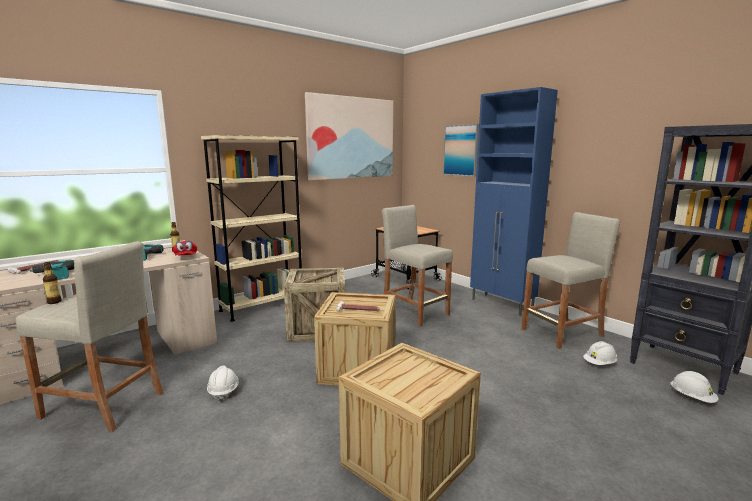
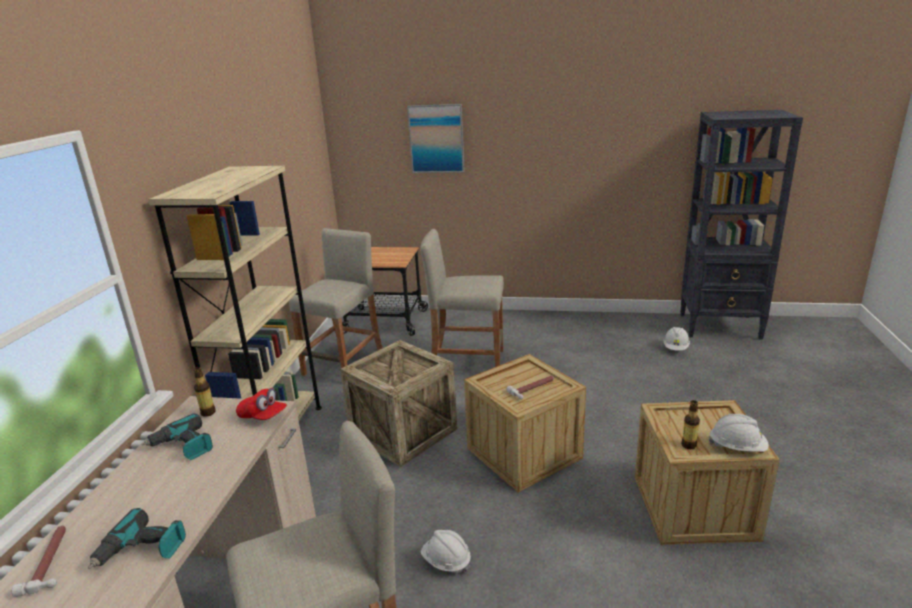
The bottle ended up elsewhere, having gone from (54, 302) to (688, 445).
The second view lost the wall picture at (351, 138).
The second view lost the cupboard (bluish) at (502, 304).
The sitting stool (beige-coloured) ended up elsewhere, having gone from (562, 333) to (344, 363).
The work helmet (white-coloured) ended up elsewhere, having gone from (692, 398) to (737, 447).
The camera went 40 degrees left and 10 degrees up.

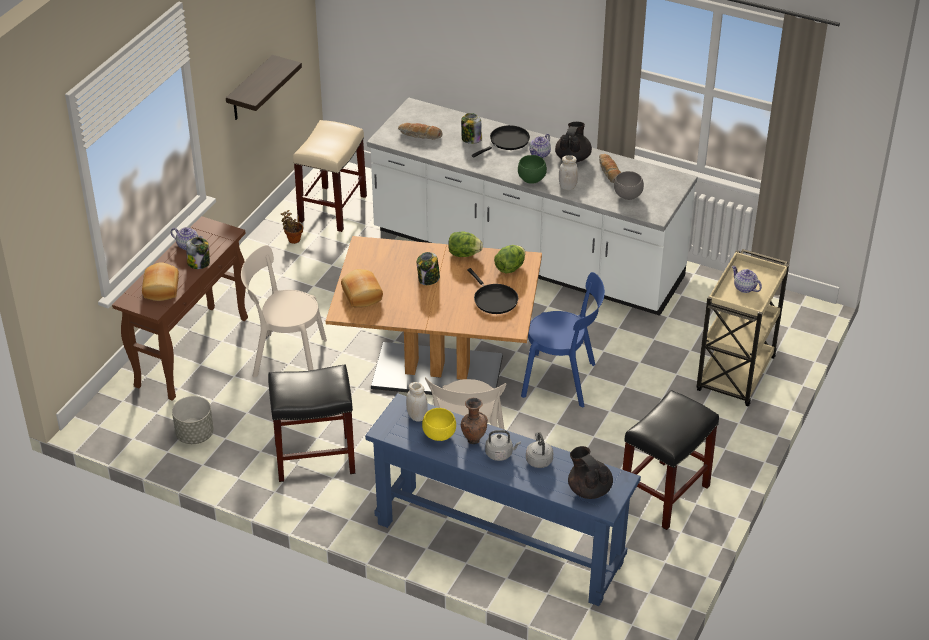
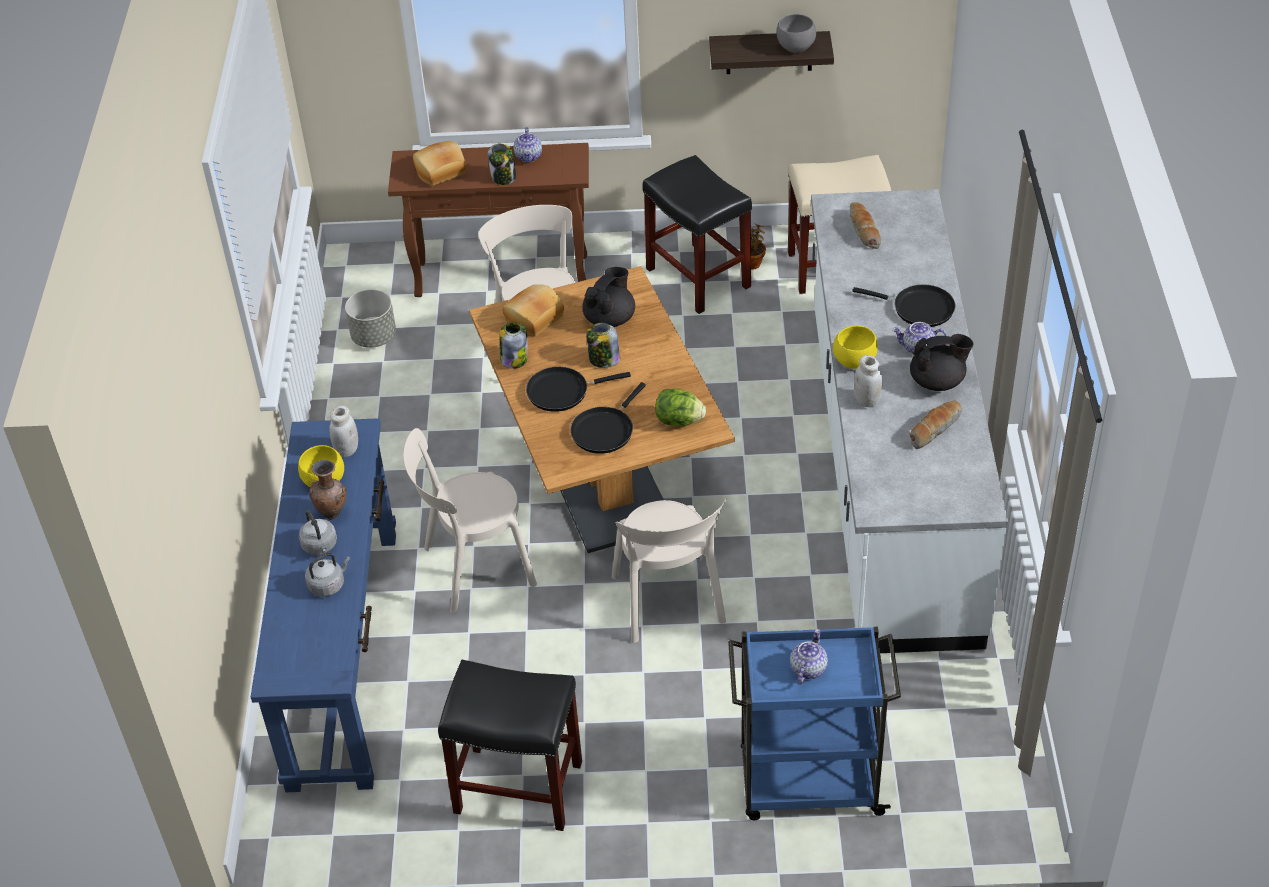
The sitting stool (black-coloured) ended up elsewhere, having gone from (314, 458) to (697, 277).
The second view lost the lettuce at (464, 254).
The preserve jar ended up elsewhere, having gone from (471, 139) to (514, 359).
What was the bowl (green) at (531, 180) turned into the bowl (yellow-coloured) at (853, 361).
What was the upright chair (bluish) at (563, 381) turned into the upright chair (beige-coloured) at (669, 603).
The pot for tea (black-coloured) ended up elsewhere, having gone from (589, 489) to (610, 318).
The bowl (grey) ended up elsewhere, having gone from (628, 196) to (795, 48).
What was the cart (beige-coloured) at (735, 375) turned into the cart (bluish) at (807, 783).
The second view gained the skillet (black-coloured) at (562, 391).
The camera went 65 degrees right and 5 degrees up.

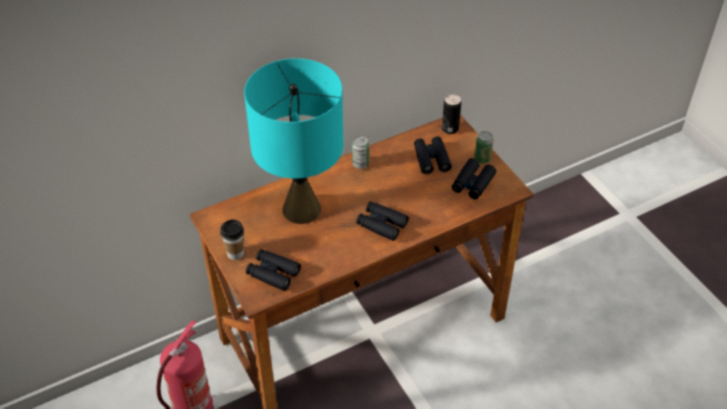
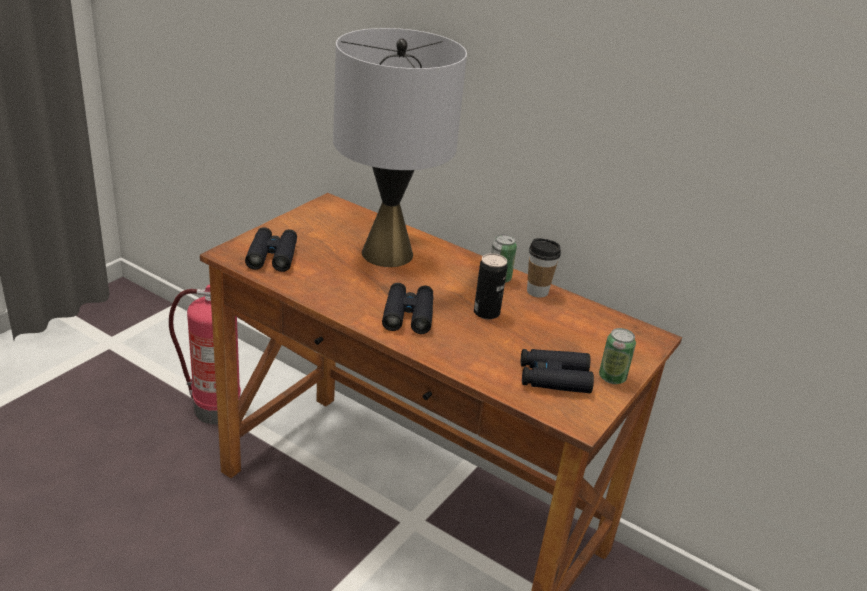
The small cup ended up elsewhere, having gone from (235, 254) to (537, 291).
What was the lamp for a table (turquoise) at (301, 209) turned into the lamp for a table (grey) at (387, 253).
The second view lost the field glasses (black-coloured) at (431, 159).
The metal can ended up elsewhere, having gone from (450, 129) to (486, 313).
The camera went 60 degrees right and 15 degrees down.

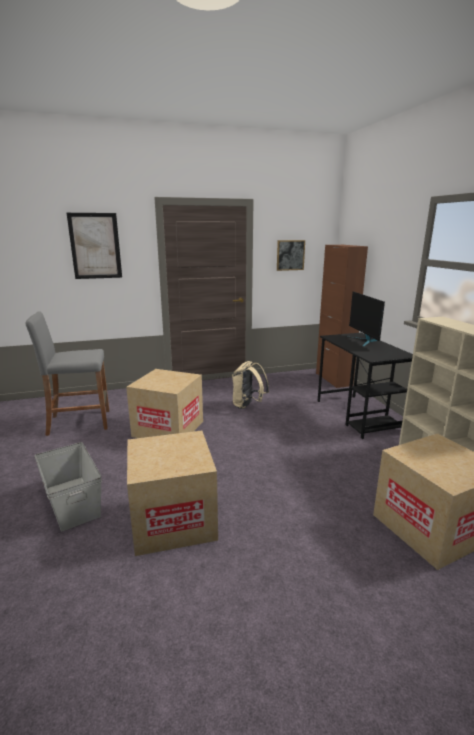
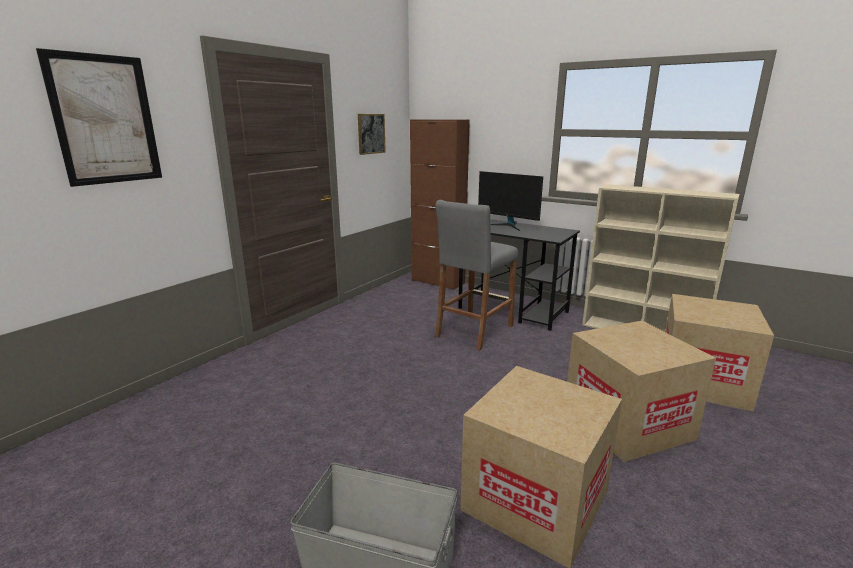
The sitting stool (grey) ended up elsewhere, having gone from (79, 422) to (474, 331).
The packing box ended up elsewhere, having gone from (168, 429) to (627, 423).
The second view lost the rucksack (beige-coloured) at (248, 405).
The camera went 40 degrees left and 0 degrees up.

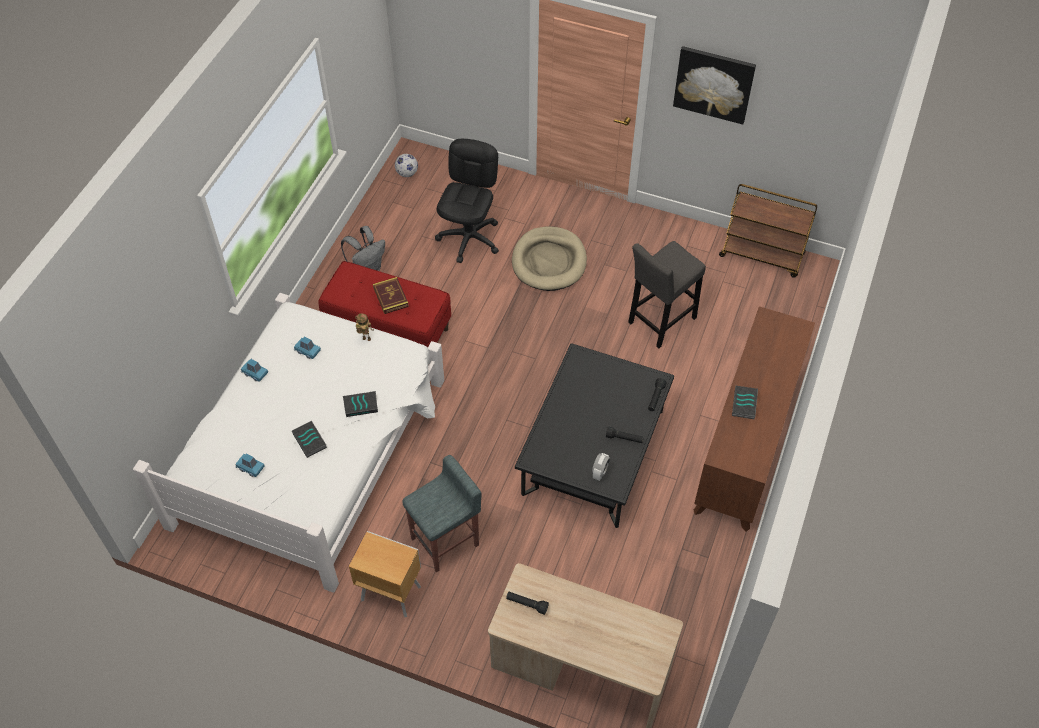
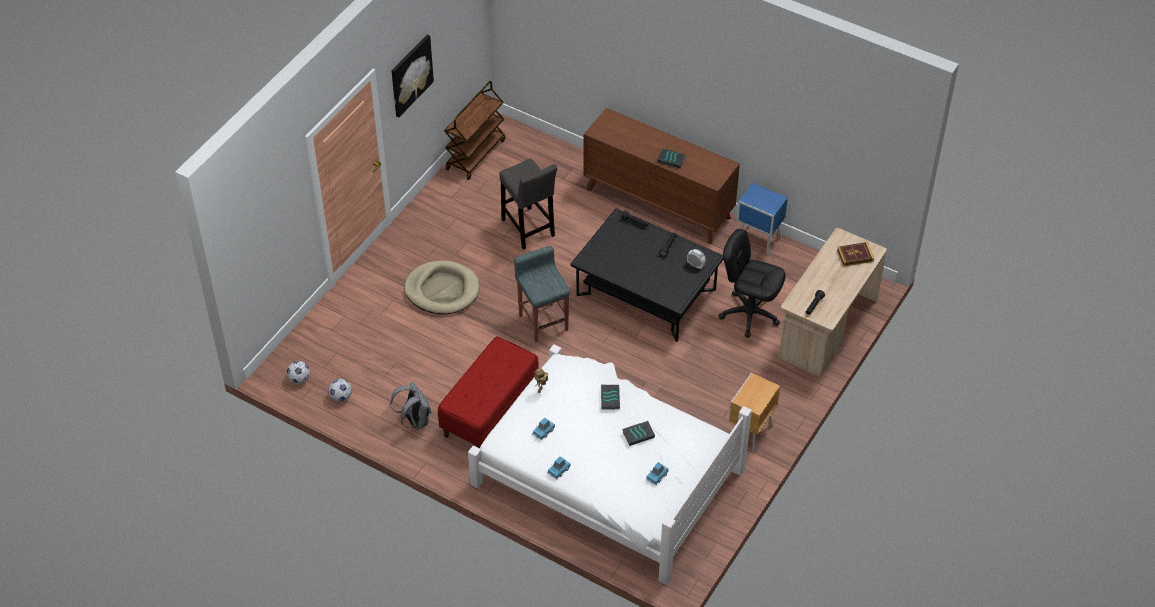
The book ended up elsewhere, having gone from (391, 297) to (855, 255).
The sitting stool (grey) ended up elsewhere, having gone from (446, 541) to (543, 322).
The computer chair (black-coloured) ended up elsewhere, having gone from (469, 238) to (749, 314).
The second view gained the football ball at (341, 397).
The second view gained the bedside table (bluish) at (759, 240).
The camera went 80 degrees left and 5 degrees down.

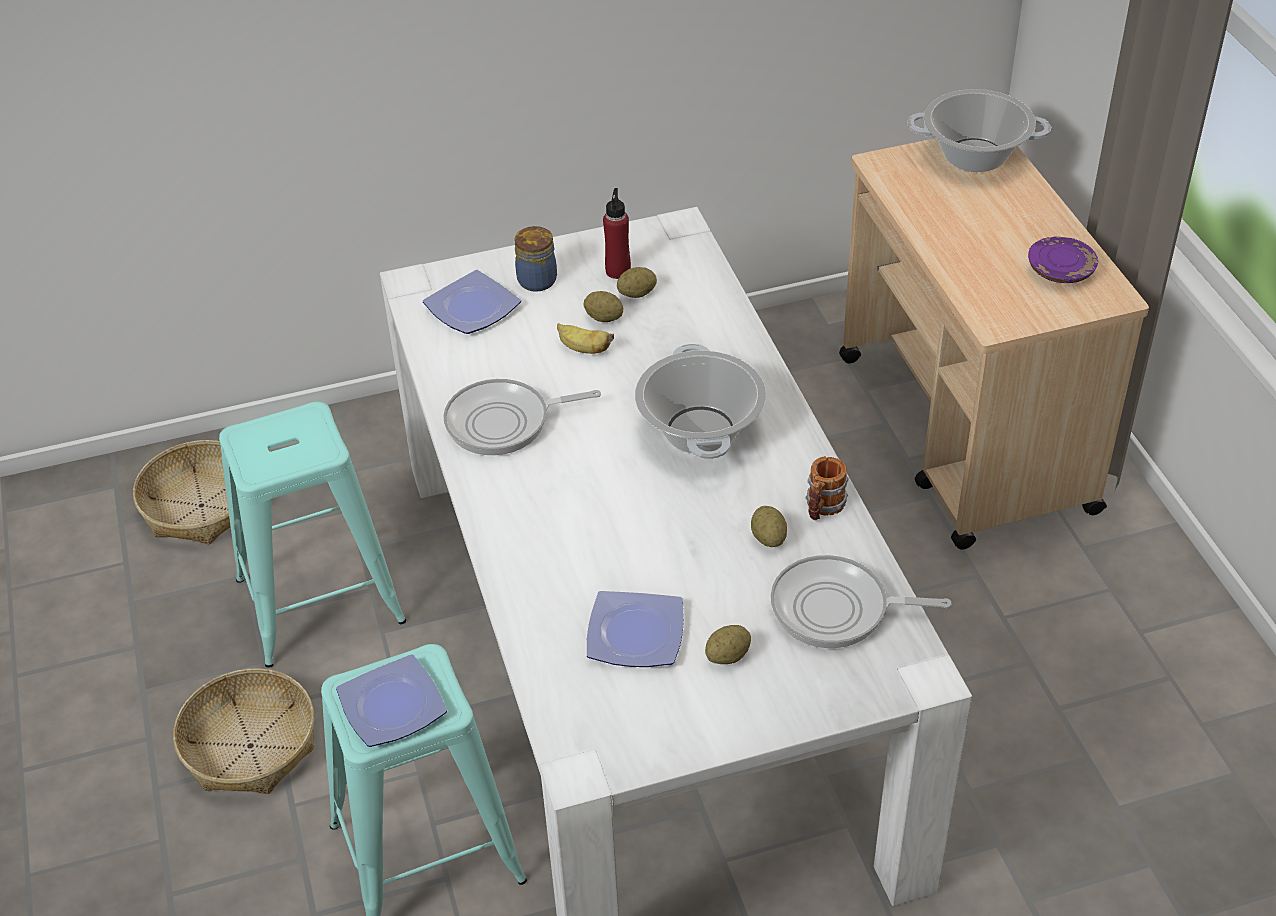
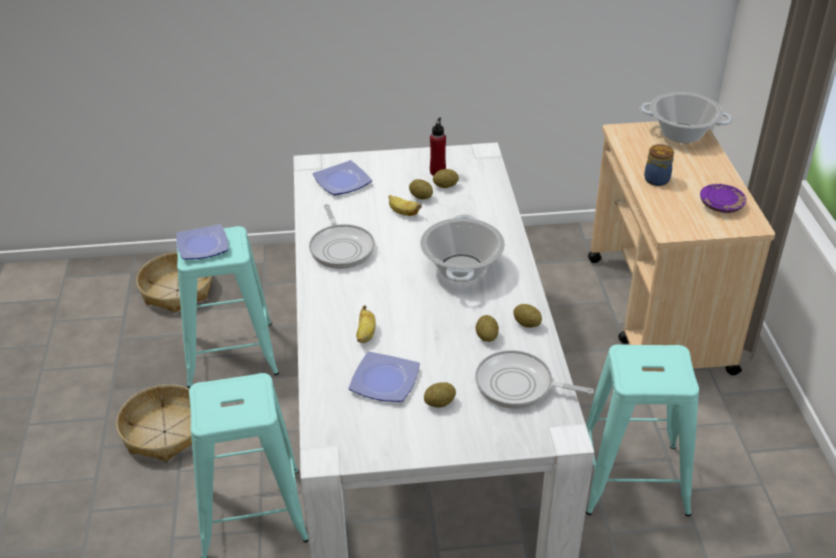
The flat dish ended up elsewhere, having gone from (390, 706) to (202, 245).
The skillet at (504, 422) ended up facing another way, 105 degrees counterclockwise from before.
The preserve jar ended up elsewhere, having gone from (537, 279) to (656, 179).
Where the mug stood at (822, 508), the whole potato came to stand at (526, 324).
The second view gained the banana at (365, 334).
The second view gained the sitting stool (turquoise) at (632, 479).
The camera went 10 degrees right and 5 degrees down.

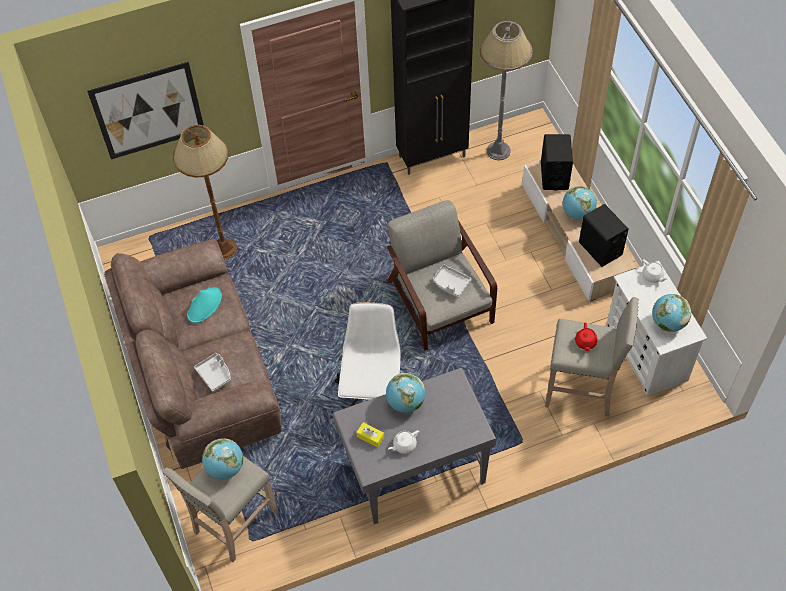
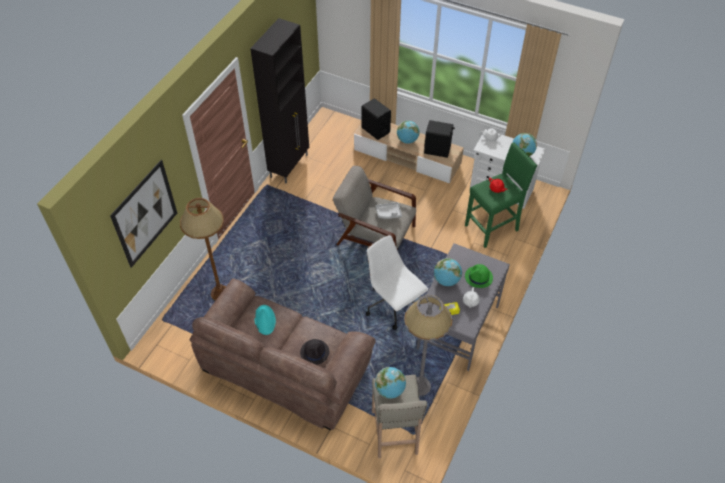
Where the tray (grey) stood at (215, 374), the wearable hat (black-coloured) came to stand at (315, 352).
The floor lamp (grey) ended up elsewhere, having gone from (498, 151) to (420, 386).
What was the sitting stool (beige-coloured) at (581, 390) turned into the sitting stool (green) at (493, 227).
The second view gained the wearable hat (green) at (478, 277).
The camera went 45 degrees left and 5 degrees down.

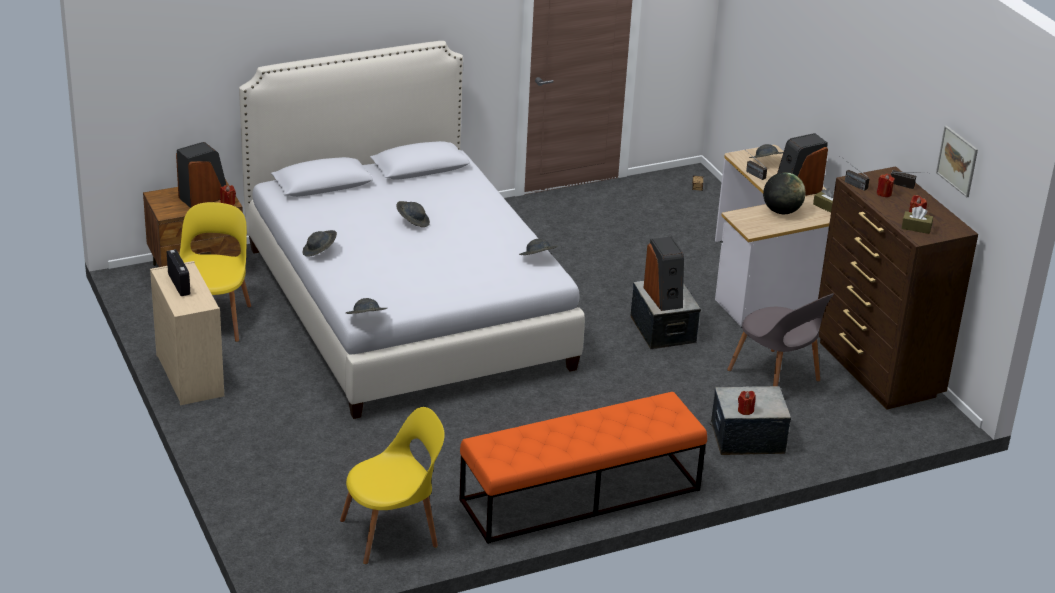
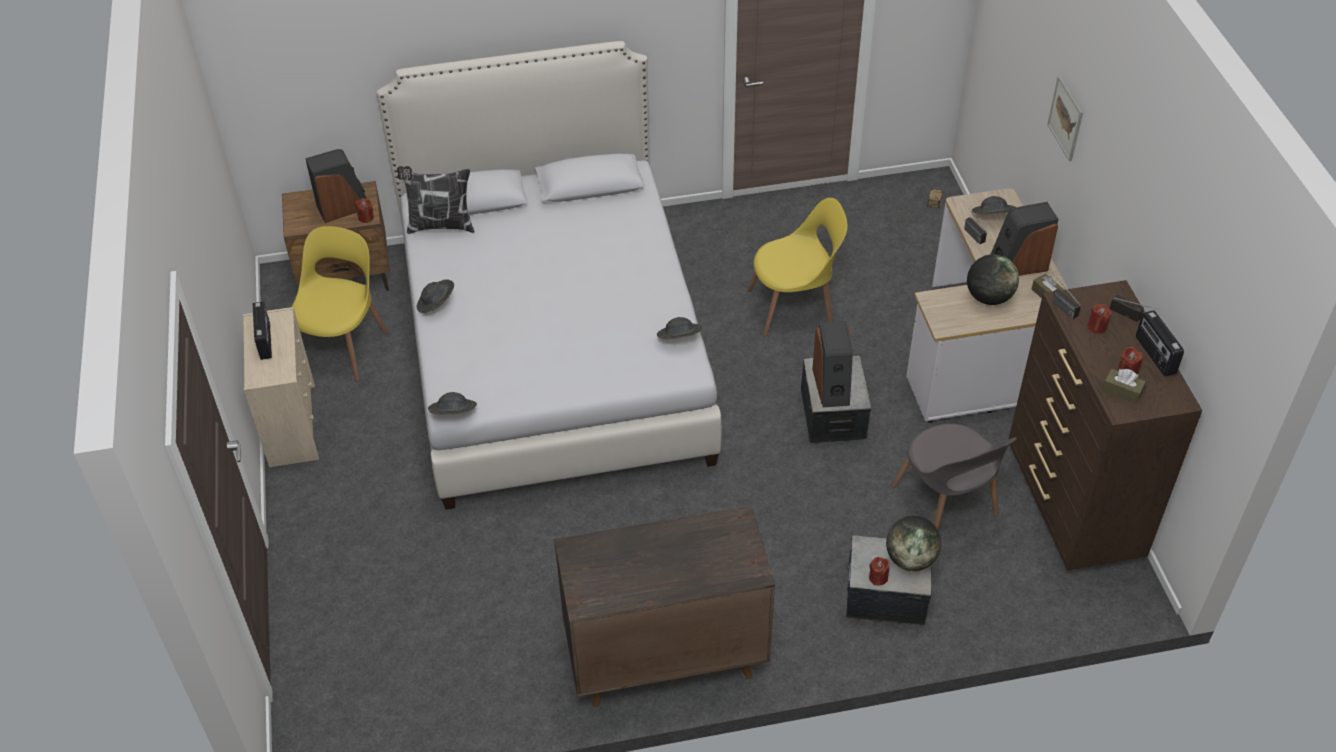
The upright chair (yellow-coloured) ended up elsewhere, having gone from (393, 532) to (794, 307).
The second view lost the wearable hat (grey) at (413, 222).
Where the long seat (orange-coloured) stood at (580, 495), the cupboard (brown-coloured) came to stand at (664, 658).
The wall picture ended up elsewhere, having gone from (957, 161) to (1066, 118).
The second view gained the cushion at (440, 225).
The second view gained the globe at (910, 559).
The second view gained the radio receiver at (1154, 355).
The camera went 15 degrees right and 15 degrees up.

